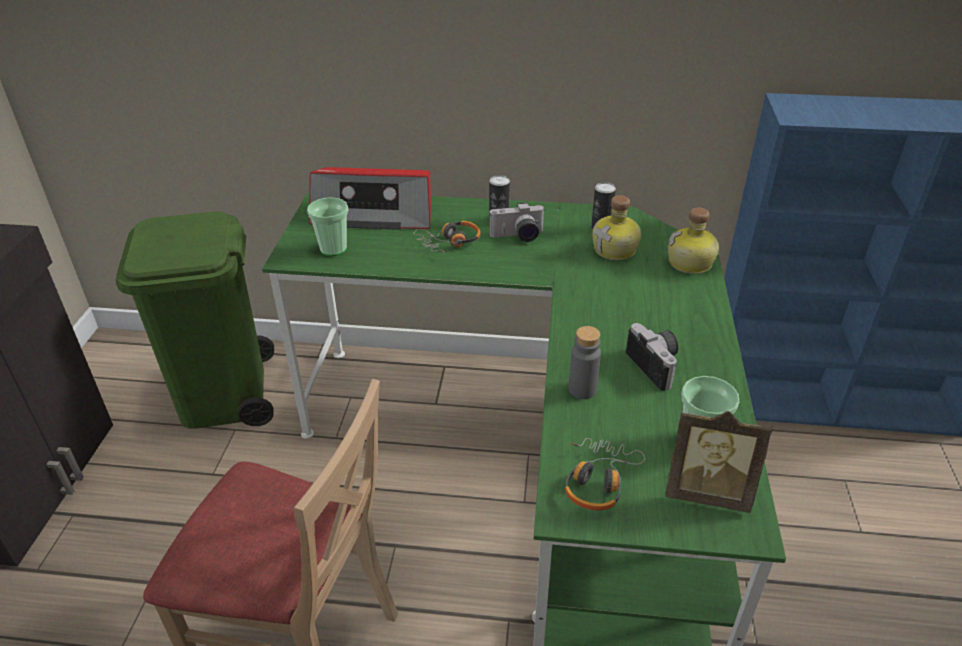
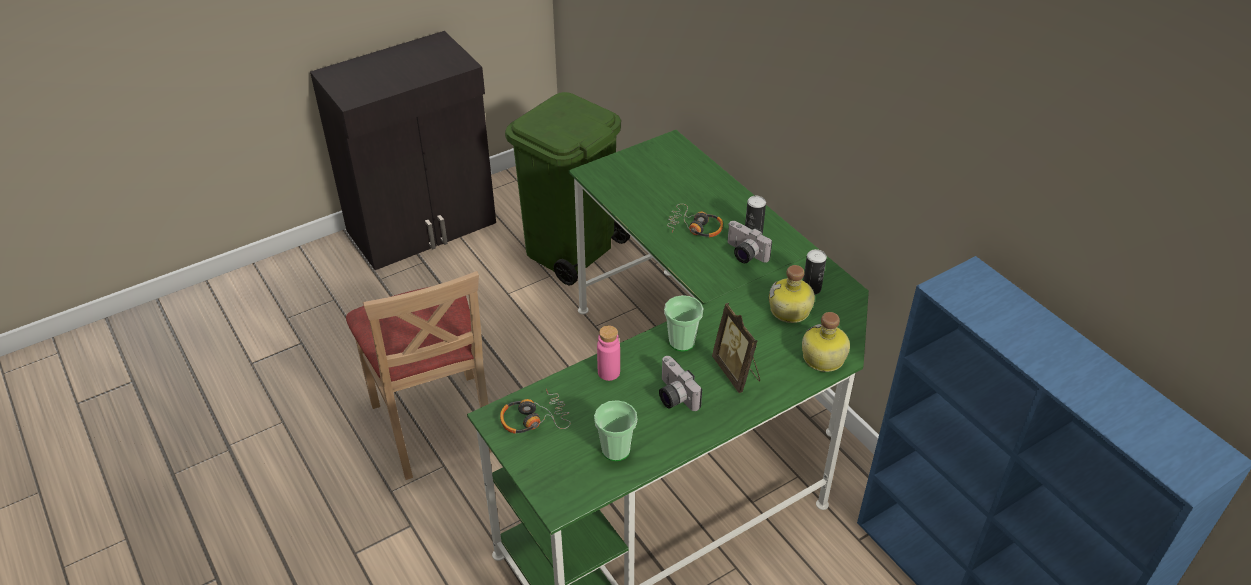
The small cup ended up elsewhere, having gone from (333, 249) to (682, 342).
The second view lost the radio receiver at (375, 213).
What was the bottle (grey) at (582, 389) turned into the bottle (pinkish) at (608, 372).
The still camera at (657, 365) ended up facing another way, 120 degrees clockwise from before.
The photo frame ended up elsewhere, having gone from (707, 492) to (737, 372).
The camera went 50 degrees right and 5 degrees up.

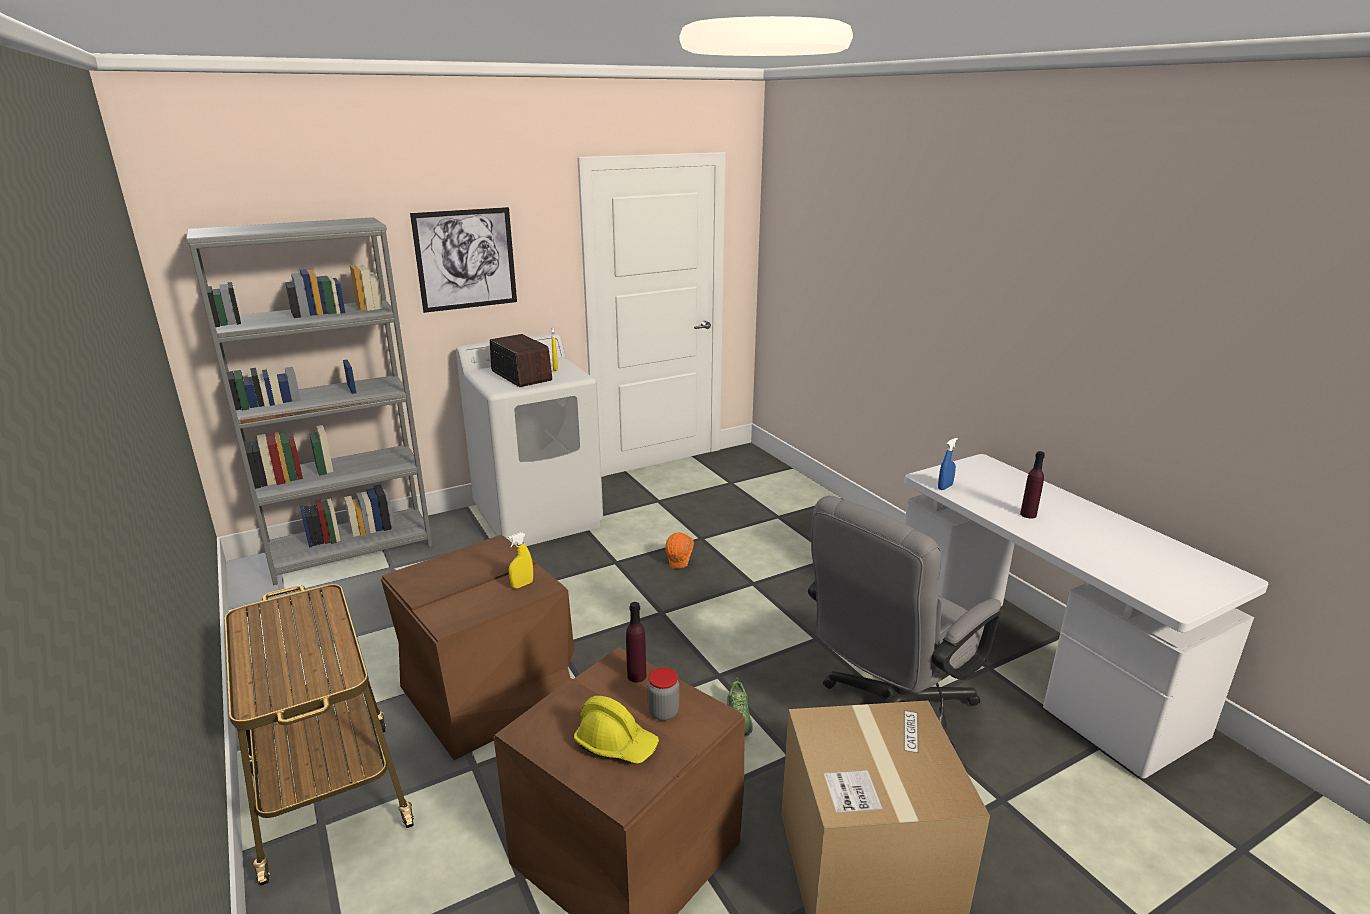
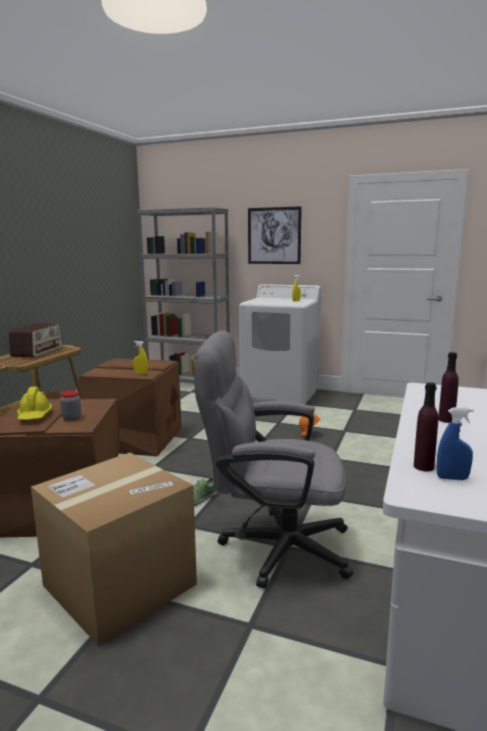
The radio receiver ended up elsewhere, having gone from (521, 375) to (37, 351).
The bottle (purple-coloured) ended up elsewhere, having gone from (636, 676) to (423, 467).
The spray bottle (bluish) ended up elsewhere, having gone from (945, 487) to (452, 478).
The camera went 50 degrees right and 10 degrees down.

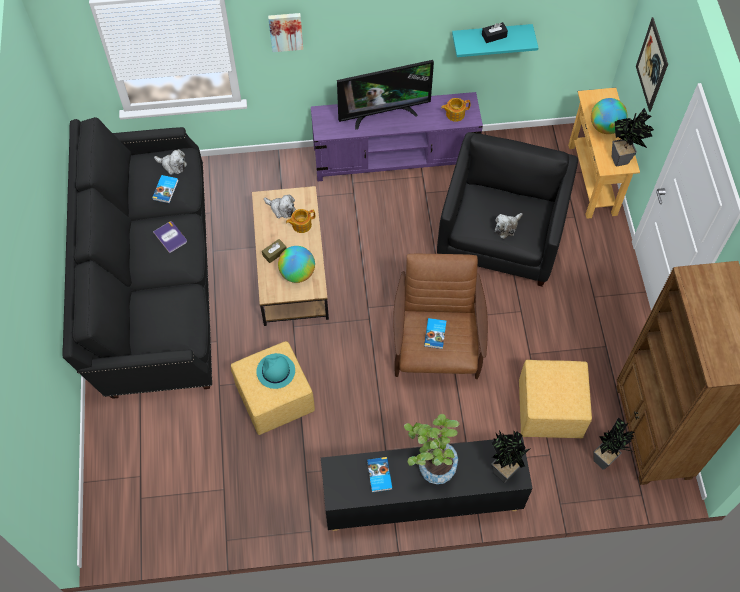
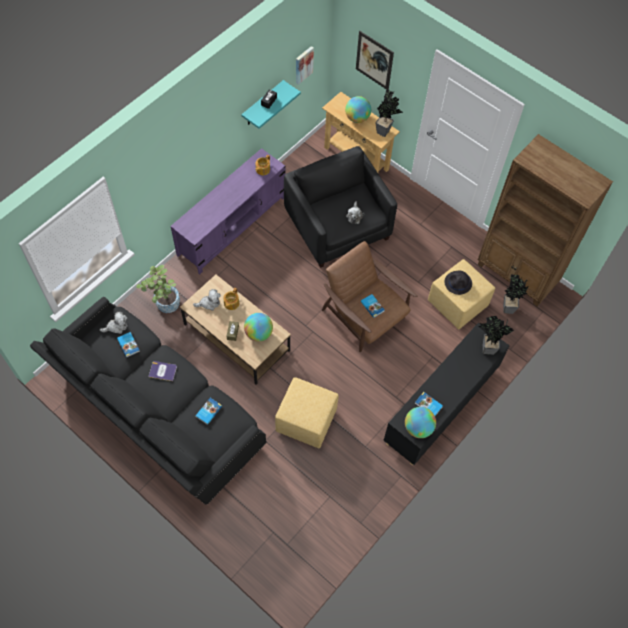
The second view lost the wearable hat (turquoise) at (275, 371).
The wall picture ended up elsewhere, having gone from (285, 31) to (303, 64).
The second view lost the television at (383, 113).
The houseplant ended up elsewhere, having gone from (431, 465) to (164, 304).
The second view gained the book at (208, 411).
The second view gained the globe at (418, 428).
The second view gained the wearable hat (black-coloured) at (458, 283).
The camera went 45 degrees left and 0 degrees up.

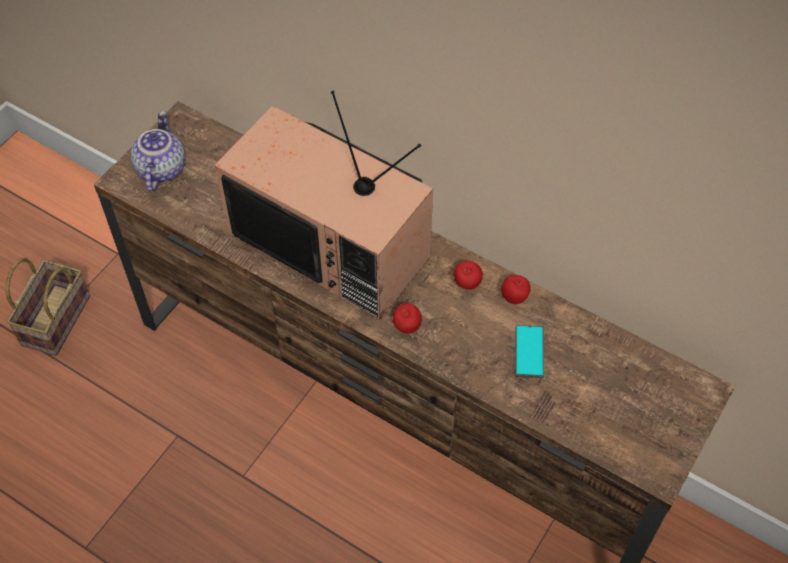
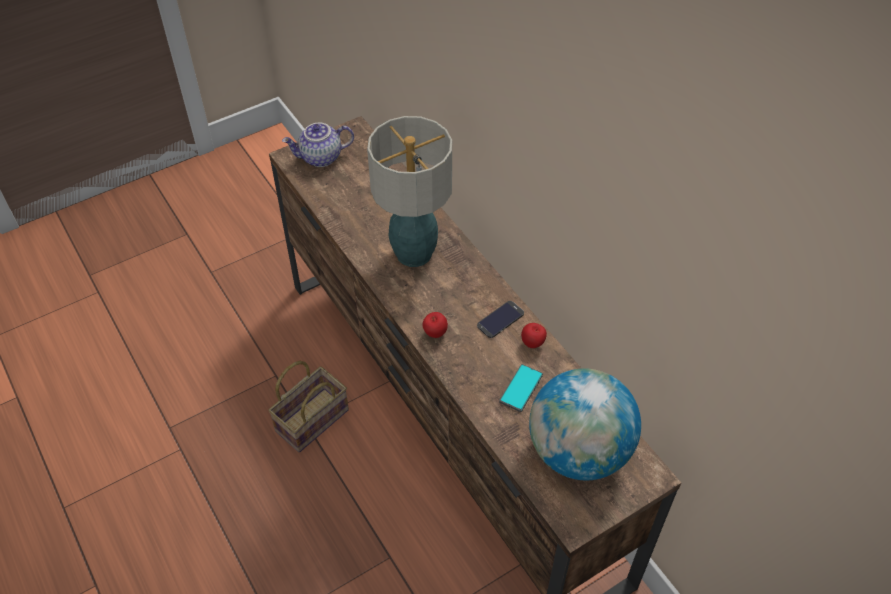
The household basket ended up elsewhere, having gone from (55, 318) to (312, 418).
The pot for tea at (160, 169) ended up facing another way, 135 degrees counterclockwise from before.
Where the television stood at (333, 244), the lamp for a table came to stand at (415, 253).
Where the whole apple stood at (466, 284), the phone came to stand at (500, 319).
The second view gained the globe at (578, 452).
The camera went 25 degrees right and 5 degrees down.

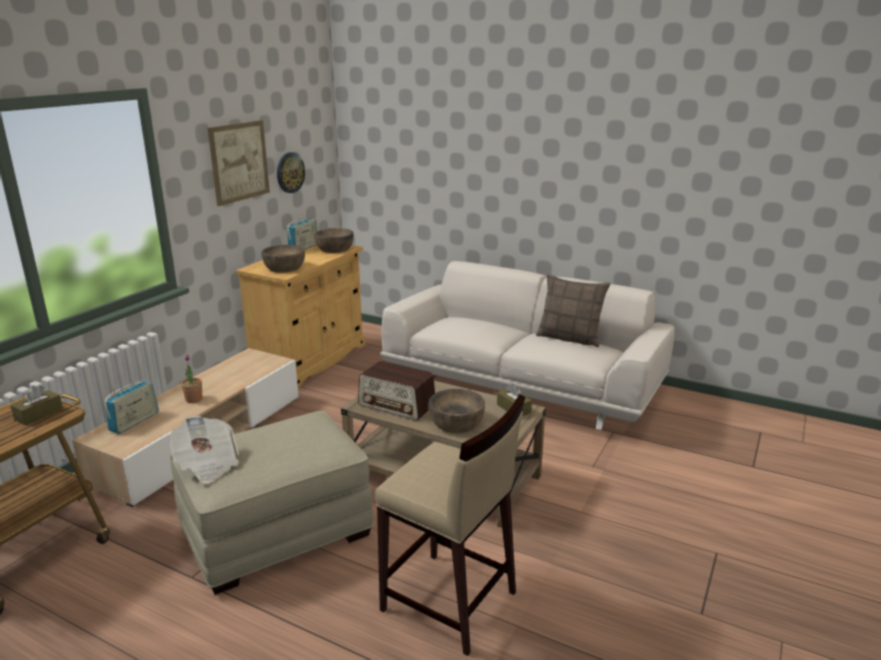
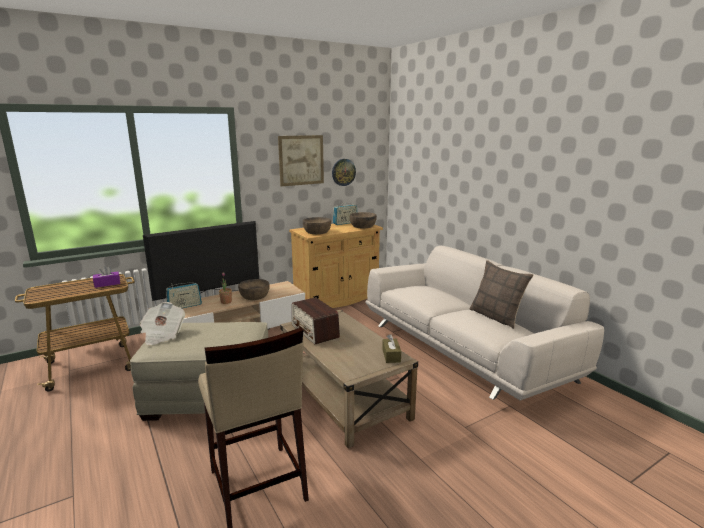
What was the tissue box (brown-coloured) at (39, 414) turned into the tissue box (purple-coloured) at (107, 284).
The bowl (brown-coloured) ended up elsewhere, having gone from (456, 422) to (254, 296).
The second view gained the television at (209, 297).
The camera went 30 degrees right and 5 degrees down.

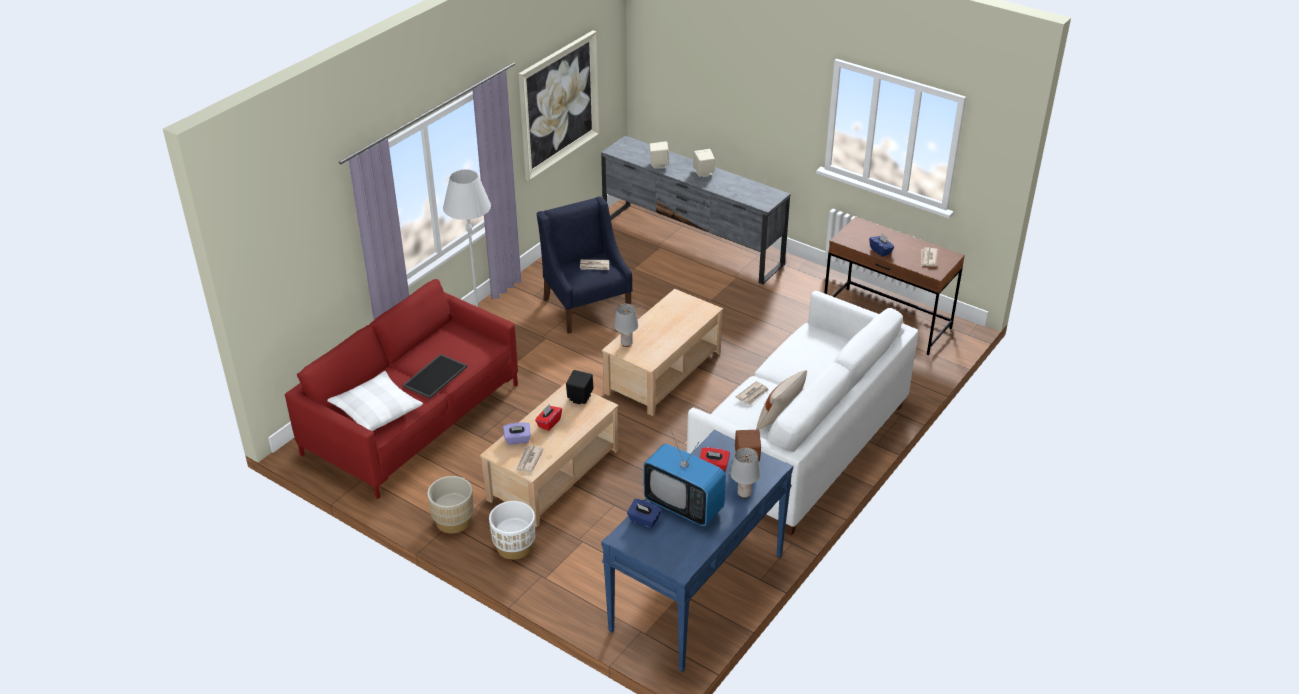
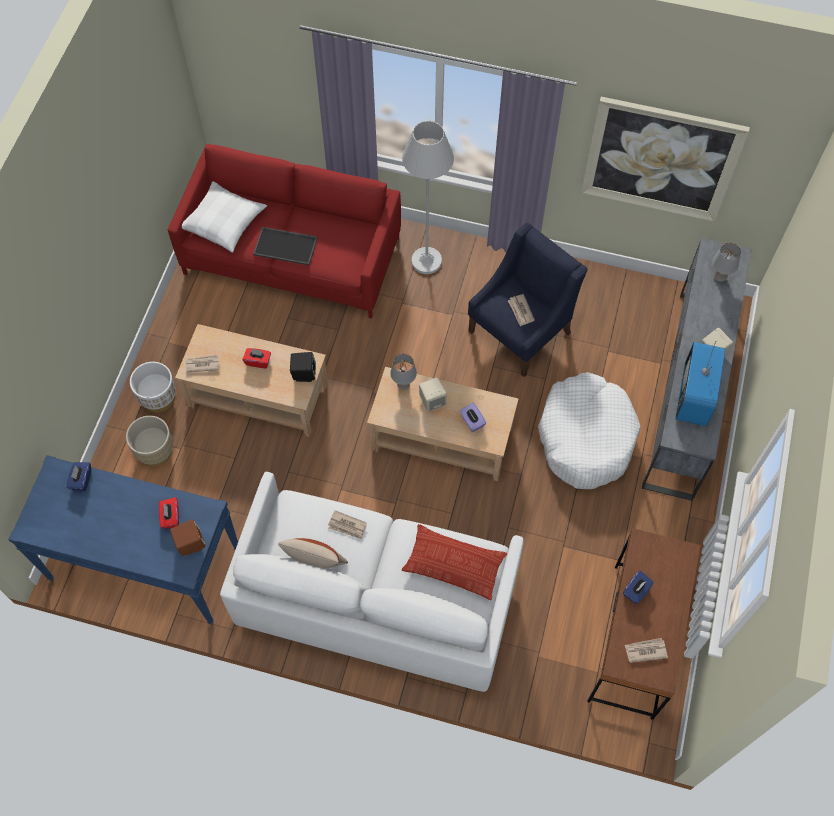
The plant pot (beige-coloured) ended up elsewhere, having gone from (453, 521) to (155, 451).
The tissue box (purple-coloured) ended up elsewhere, having gone from (517, 440) to (472, 422).
The television ended up elsewhere, having gone from (684, 505) to (694, 396).
The speaker (beige-coloured) ended up elsewhere, having gone from (659, 164) to (432, 401).
The lamp for a table (grey) ended up elsewhere, having gone from (744, 494) to (719, 277).
The second view gained the cushion at (454, 564).
The second view gained the pet bed (white-coloured) at (586, 437).
The camera went 70 degrees right and 25 degrees up.

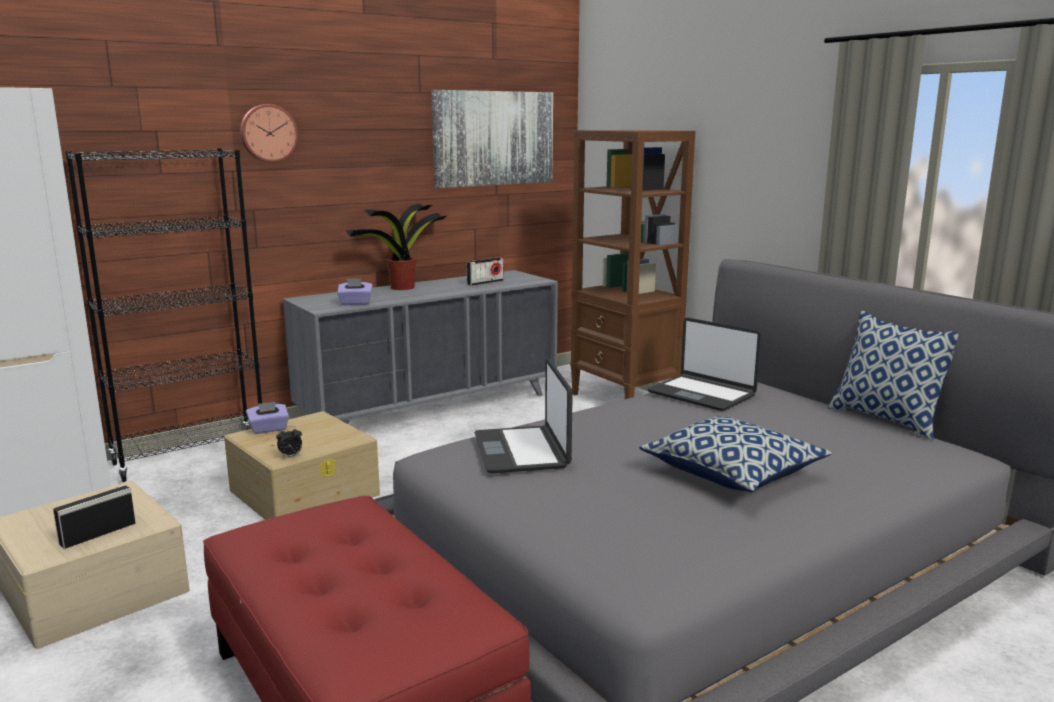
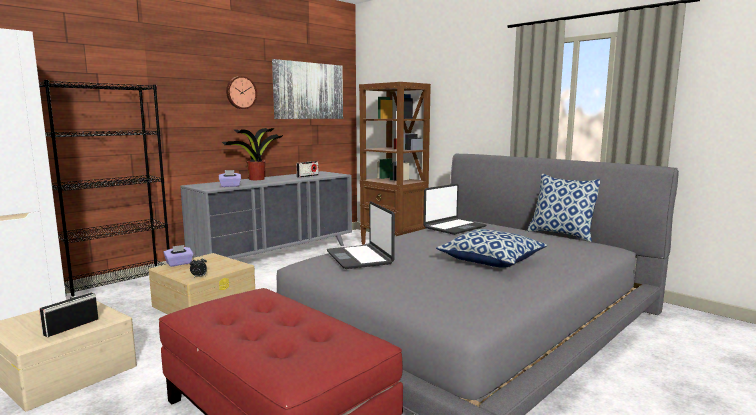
The clock on the wall ended up elsewhere, having gone from (268, 133) to (241, 92).
The portable computer at (702, 394) ended up facing another way, 75 degrees counterclockwise from before.
The camera went 10 degrees left and 5 degrees down.

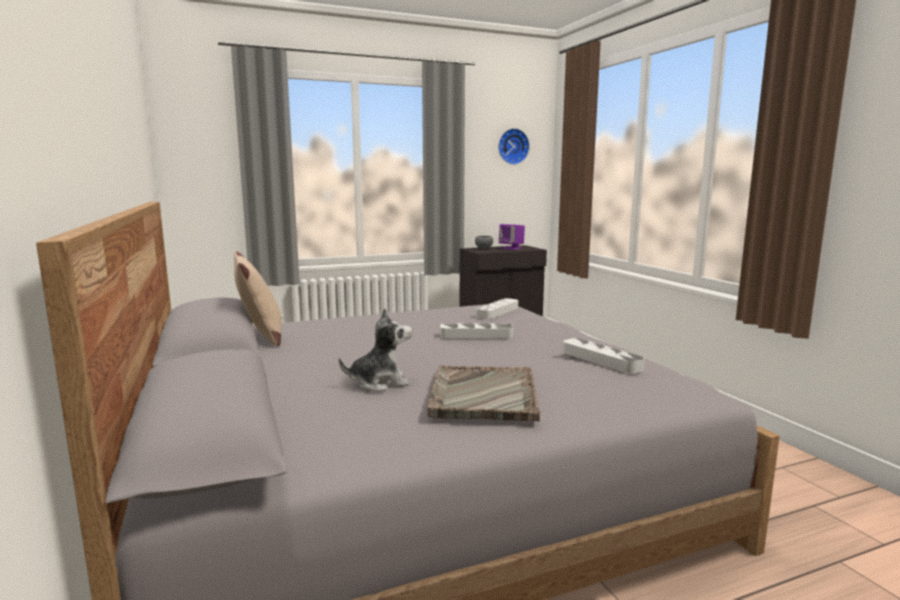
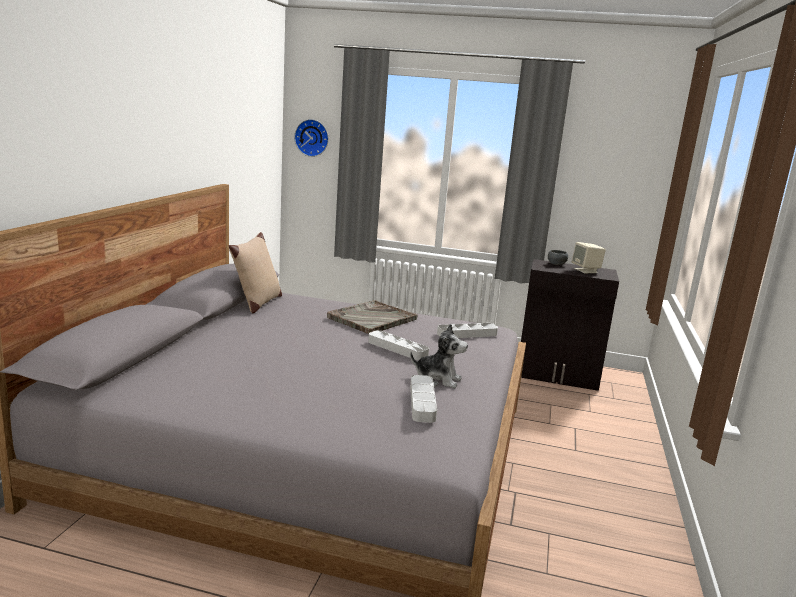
The soft toy ended up elsewhere, having gone from (379, 383) to (438, 379).
The tray (grey) ended up elsewhere, having gone from (483, 395) to (371, 318).
The clock on the wall ended up elsewhere, having gone from (512, 146) to (312, 137).
What was the speaker (purple-coloured) at (511, 248) turned into the speaker (beige-coloured) at (586, 270).
The camera went 35 degrees right and 5 degrees up.

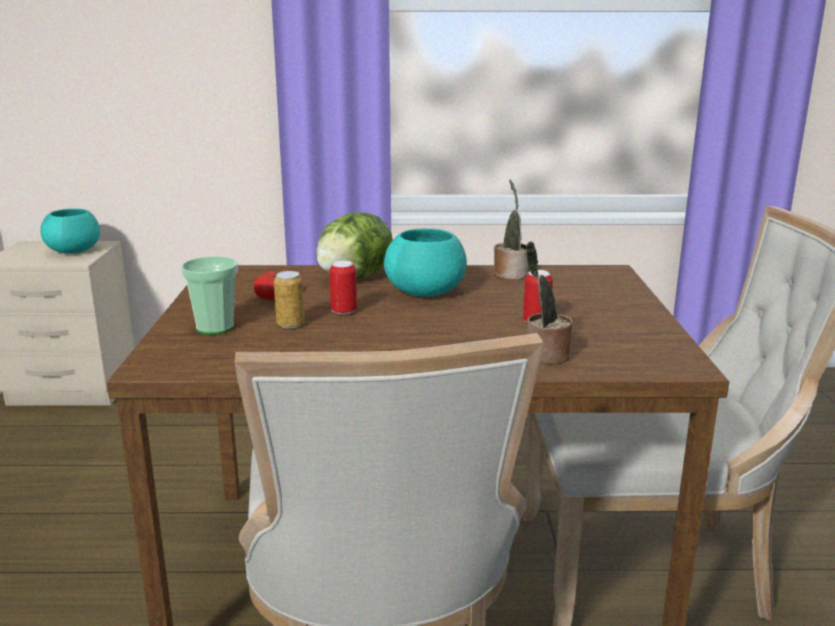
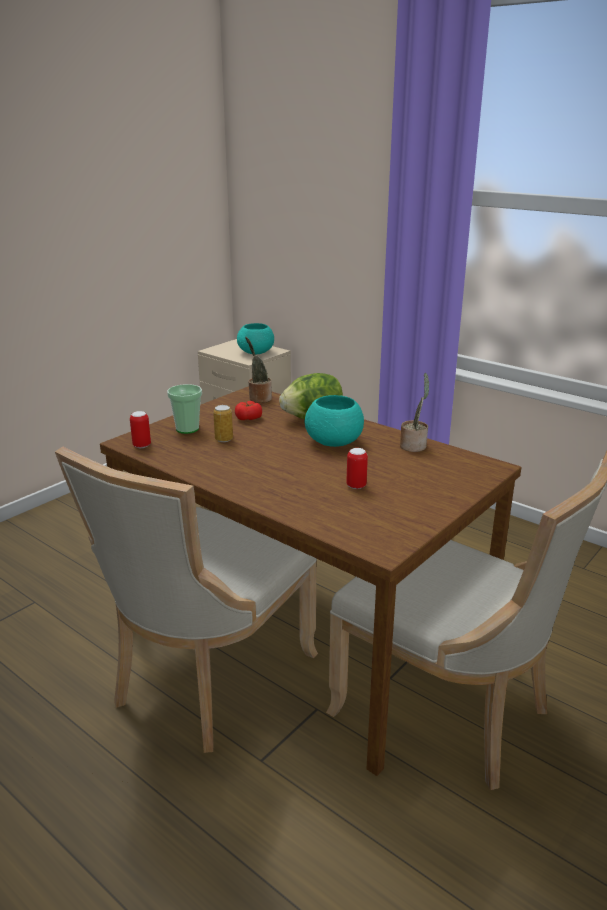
The metal can ended up elsewhere, having gone from (344, 311) to (142, 445).
The houseplant ended up elsewhere, having gone from (544, 356) to (259, 398).
The camera went 40 degrees right and 5 degrees up.

